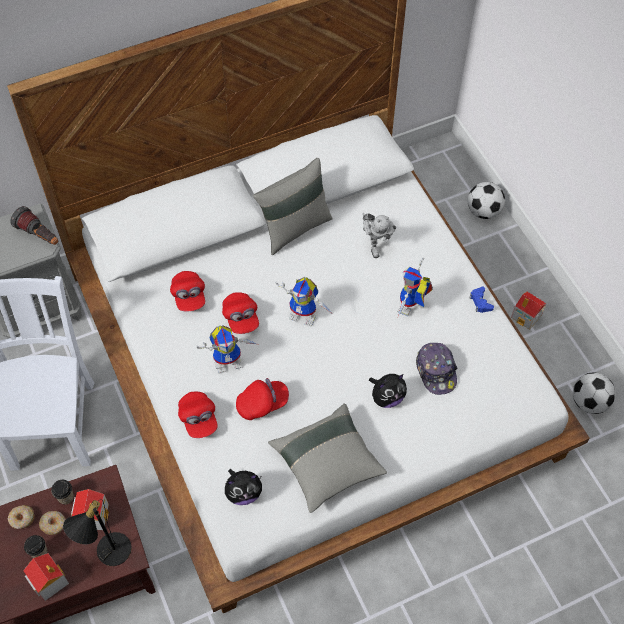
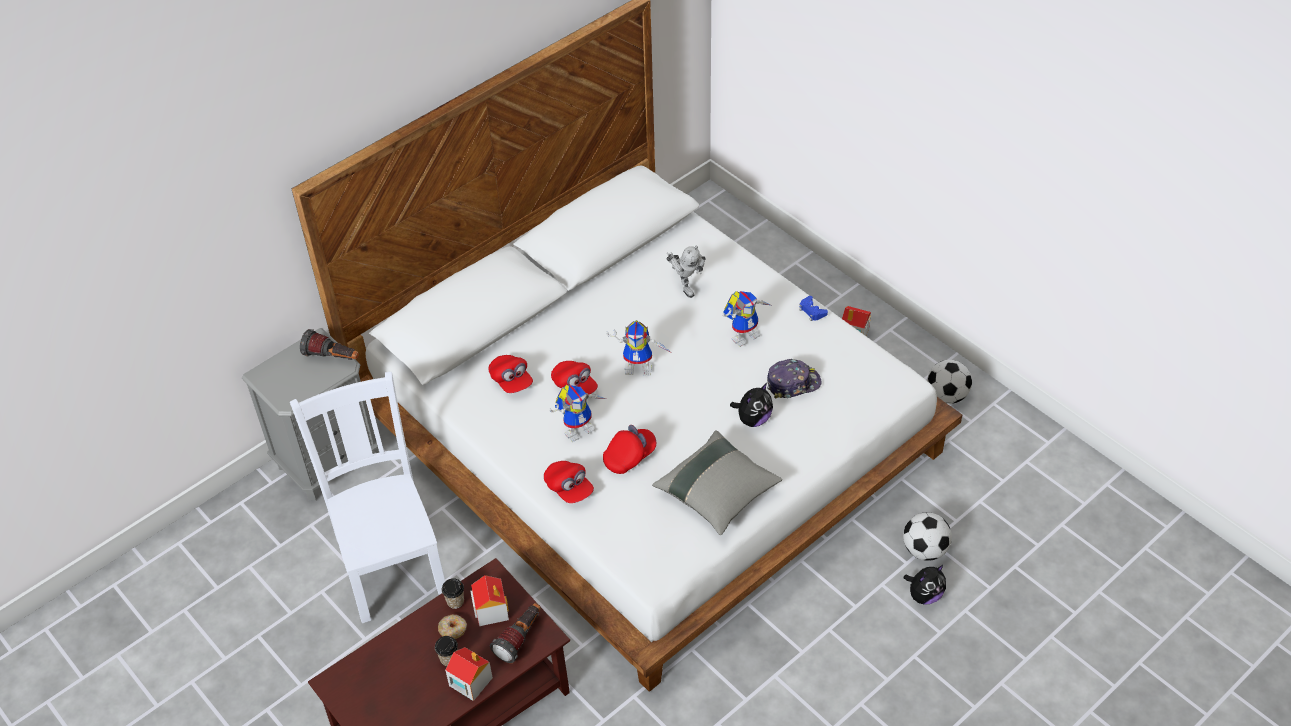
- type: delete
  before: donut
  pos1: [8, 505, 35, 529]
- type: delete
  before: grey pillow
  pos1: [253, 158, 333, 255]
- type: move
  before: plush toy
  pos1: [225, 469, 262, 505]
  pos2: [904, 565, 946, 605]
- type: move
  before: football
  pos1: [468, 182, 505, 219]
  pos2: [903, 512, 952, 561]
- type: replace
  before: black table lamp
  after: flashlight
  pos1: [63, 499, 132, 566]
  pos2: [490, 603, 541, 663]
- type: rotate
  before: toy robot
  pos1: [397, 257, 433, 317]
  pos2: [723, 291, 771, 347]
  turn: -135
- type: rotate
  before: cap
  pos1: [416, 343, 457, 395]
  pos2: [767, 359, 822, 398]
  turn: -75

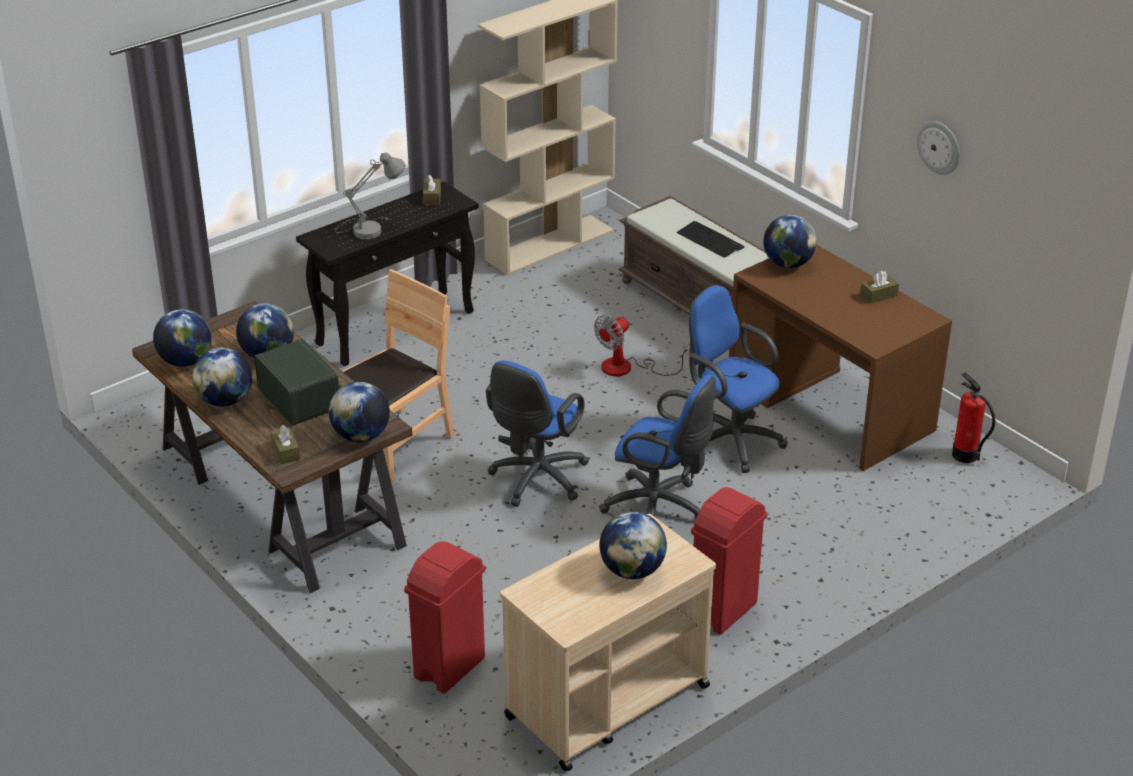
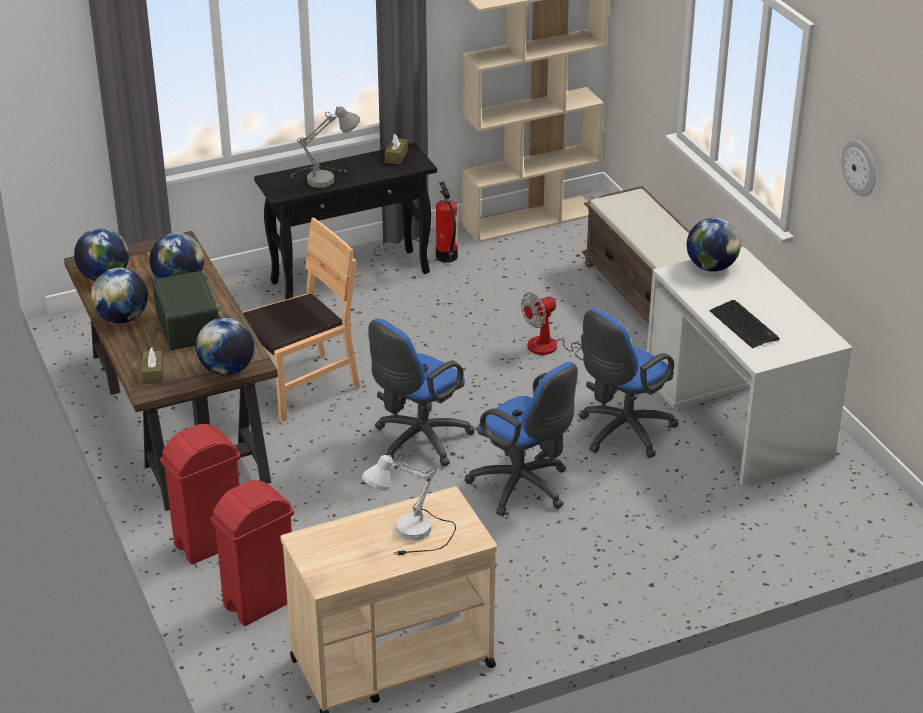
- type: delete
  before: brown tissue box
  pos1: [861, 271, 899, 304]
- type: move
  before: keyboard
  pos1: [677, 221, 745, 258]
  pos2: [709, 300, 780, 348]
- type: move
  before: red trash can
  pos1: [691, 487, 768, 634]
  pos2: [160, 424, 241, 564]
- type: move
  before: fire extinguisher
  pos1: [952, 373, 995, 463]
  pos2: [436, 182, 458, 263]
- type: replace
  before: globe
  after: white table lamp
  pos1: [599, 512, 667, 579]
  pos2: [362, 453, 456, 556]
- type: recolor
  before: brown desk
  after: white desk
  pos1: [729, 245, 952, 471]
  pos2: [647, 247, 852, 486]
- type: rotate
  before: blue office chair
  pos1: [689, 285, 787, 473]
  pos2: [579, 309, 679, 458]
  turn: -105

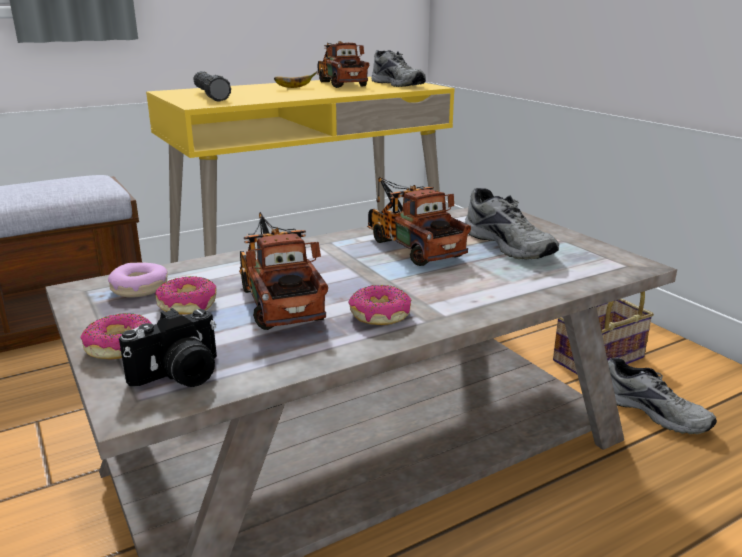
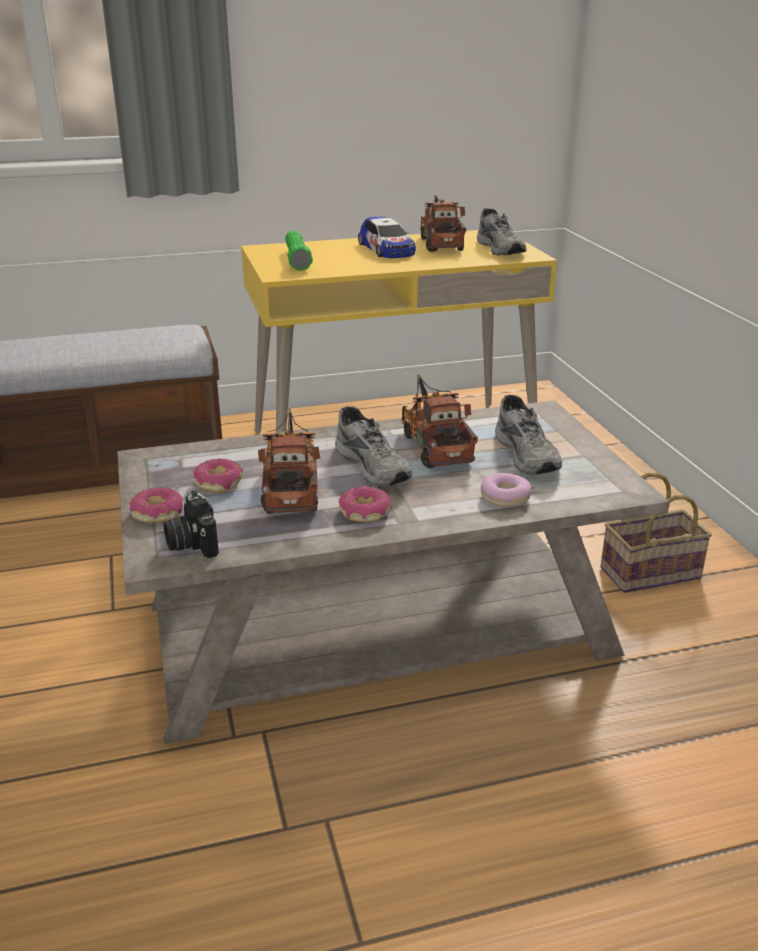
- type: move
  before: donut
  pos1: [108, 263, 168, 298]
  pos2: [481, 473, 532, 507]
- type: move
  before: grey shoe
  pos1: [608, 357, 717, 434]
  pos2: [335, 406, 412, 487]
- type: replace
  before: banana
  after: toy car
  pos1: [274, 72, 317, 88]
  pos2: [358, 216, 416, 258]
- type: recolor
  before: black flashlight
  after: green flashlight
  pos1: [193, 71, 231, 102]
  pos2: [285, 230, 313, 271]
- type: rotate
  before: photo camera
  pos1: [119, 308, 217, 387]
  pos2: [164, 490, 219, 558]
  turn: 90

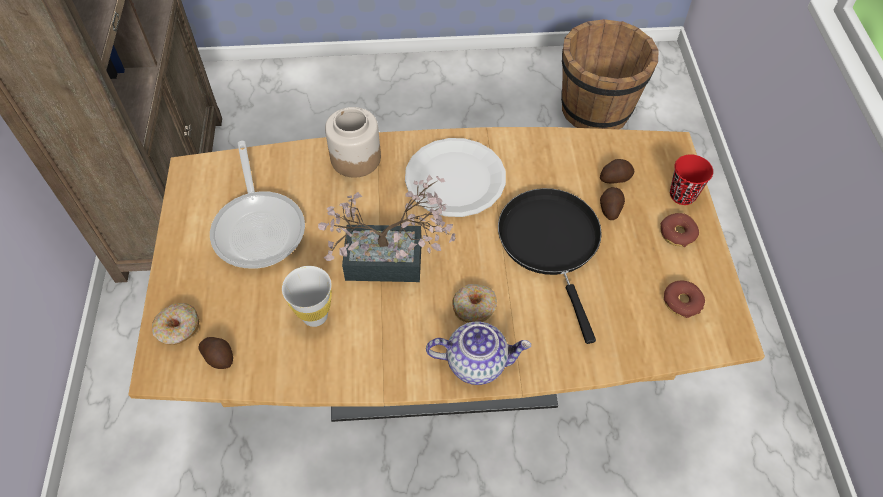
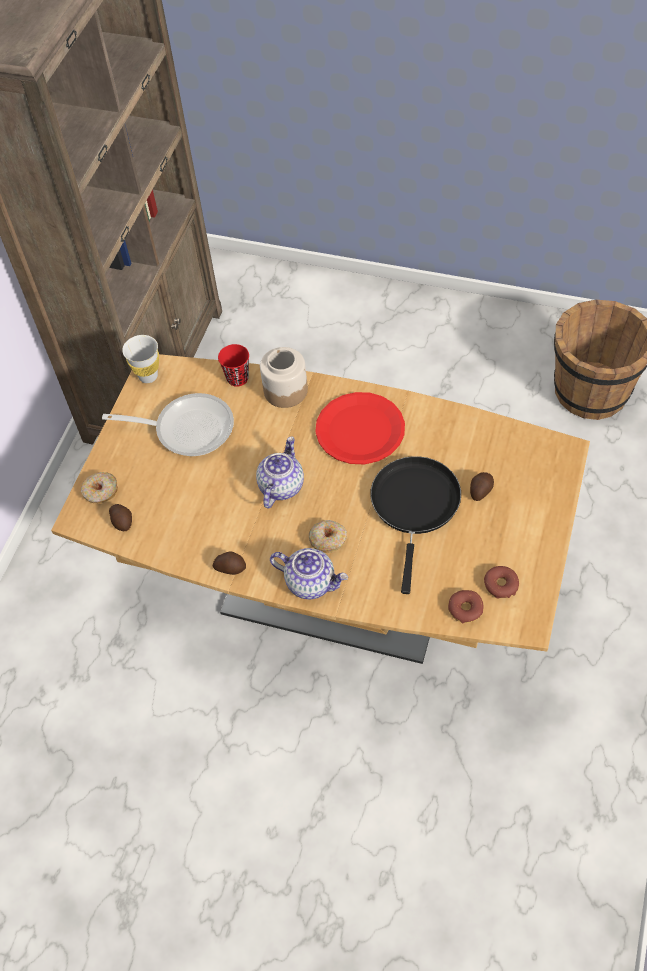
- type: move
  before: white cup
  pos1: [282, 266, 332, 327]
  pos2: [122, 335, 159, 383]
- type: move
  before: potato
  pos1: [600, 159, 634, 183]
  pos2: [213, 552, 246, 575]
- type: move
  before: donut
  pos1: [660, 213, 699, 247]
  pos2: [448, 590, 484, 624]
- type: move
  before: red cup
  pos1: [670, 154, 713, 205]
  pos2: [218, 344, 249, 387]
- type: replace
  before: potted plant
  after: teapot
  pos1: [318, 174, 455, 282]
  pos2: [256, 436, 304, 508]
- type: recolor
  before: white plate
  after: red plate
  pos1: [405, 138, 506, 217]
  pos2: [315, 392, 405, 464]
- type: rotate
  before: frying pan
  pos1: [210, 141, 305, 269]
  pos2: [102, 393, 234, 456]
  turn: -90

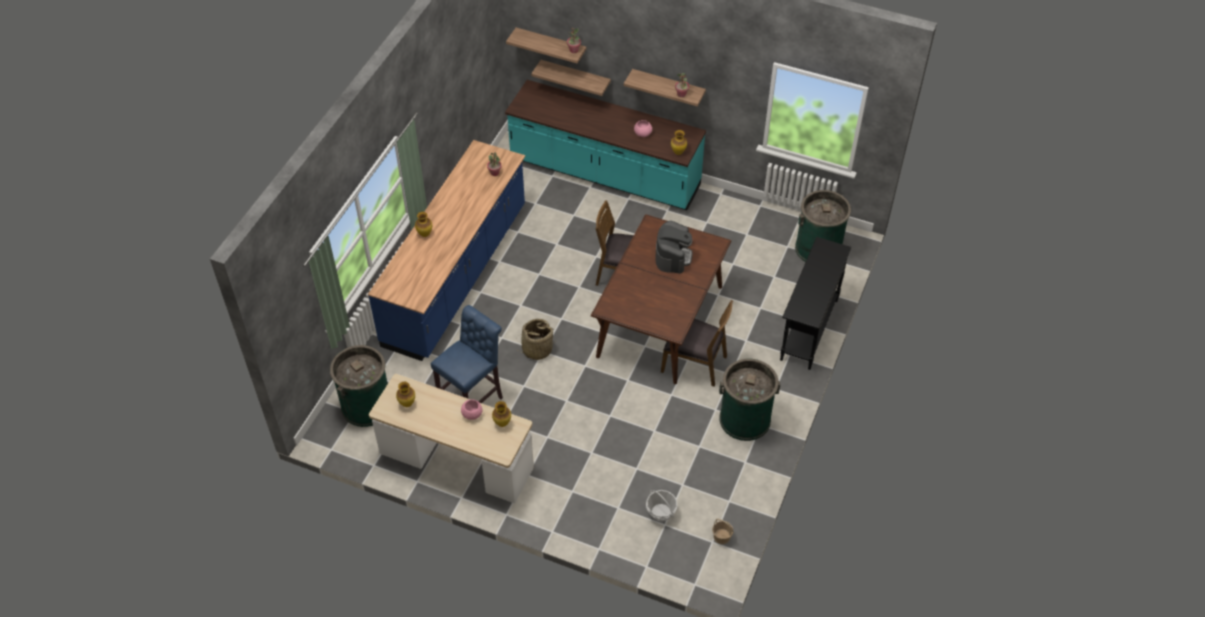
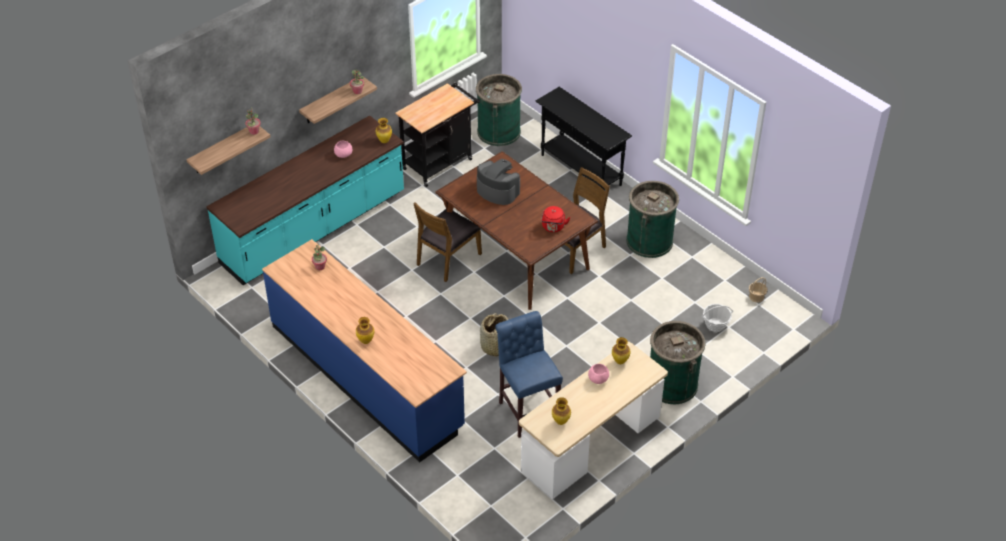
- type: delete
  before: shelf
  pos1: [531, 60, 611, 96]
- type: insert
  after: black cart
  pos2: [395, 83, 480, 187]
- type: insert
  after: red kettle
  pos2: [541, 206, 570, 232]
- type: move
  before: green trash can
  pos1: [330, 345, 388, 427]
  pos2: [650, 321, 705, 404]

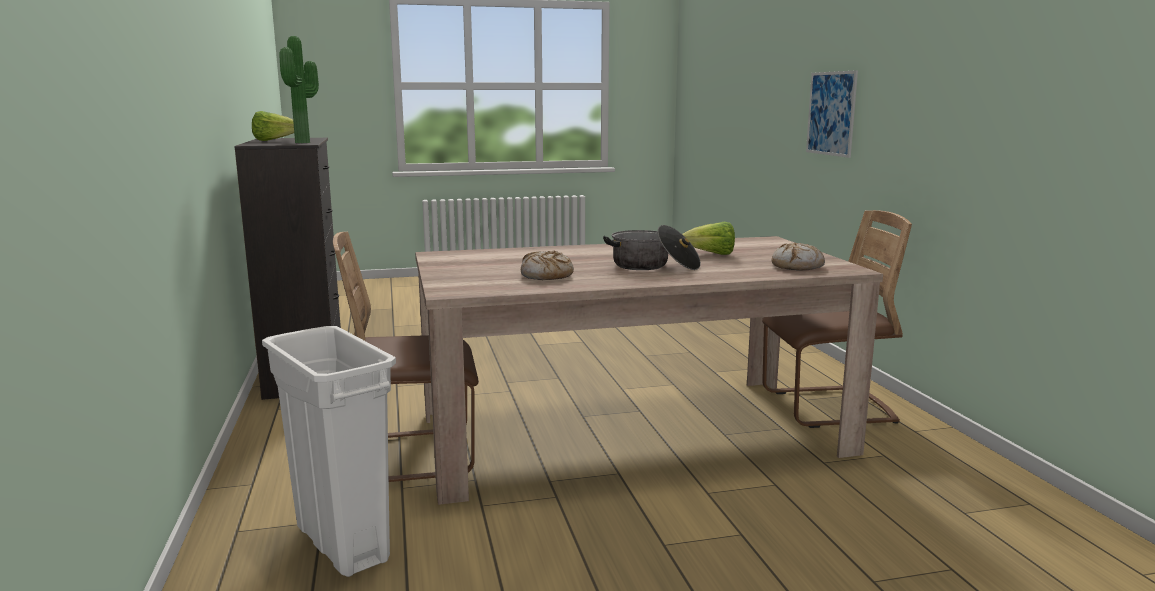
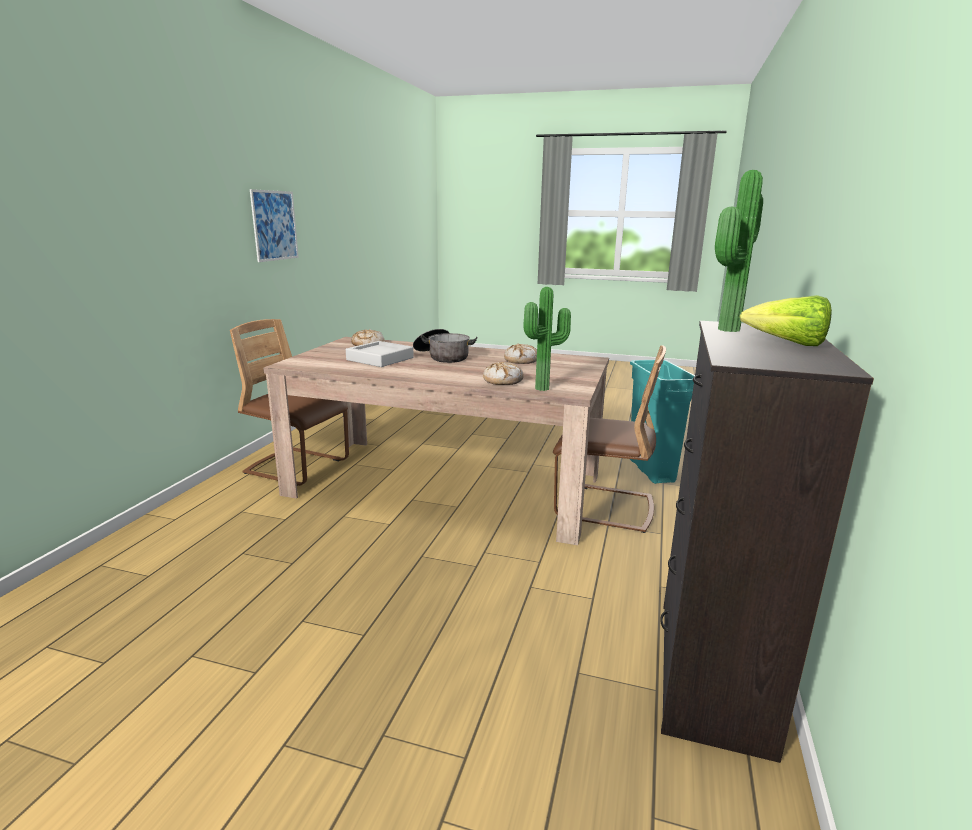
- type: insert
  after: bread
  pos2: [483, 362, 524, 385]
- type: insert
  after: potted plant
  pos2: [523, 287, 571, 391]
- type: move
  before: picture
  pos1: [806, 70, 858, 158]
  pos2: [250, 189, 299, 262]
- type: replace
  before: lettuce
  after: grey tray
  pos1: [682, 222, 735, 255]
  pos2: [346, 341, 414, 367]
- type: recolor
  before: white trash can
  after: turquoise trash can
  pos1: [262, 326, 396, 577]
  pos2: [630, 360, 695, 484]

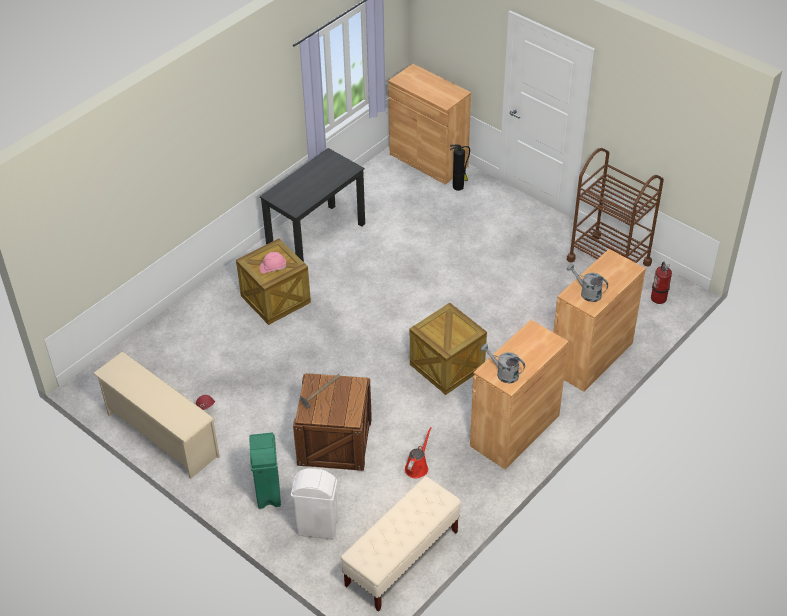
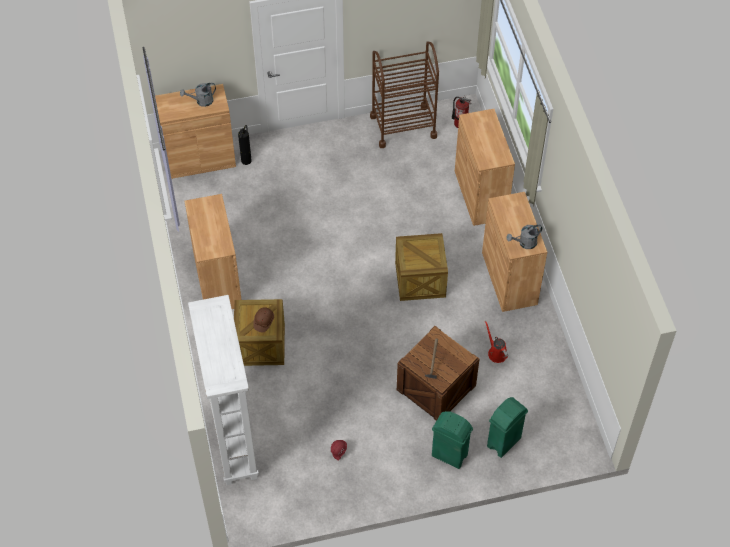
- type: delete
  before: beige shoe rack
  pos1: [93, 351, 220, 479]
- type: delete
  before: beige bench
  pos1: [341, 476, 461, 612]
- type: insert
  after: white bookcase
  pos2: [188, 295, 259, 485]
- type: move
  before: grey watering can
  pos1: [567, 263, 608, 302]
  pos2: [180, 83, 216, 107]
- type: replace
  before: black desk
  after: brown cabinet
  pos1: [260, 148, 365, 262]
  pos2: [185, 194, 242, 309]
- type: recolor
  before: pink hard hat
  after: brown hard hat
  pos1: [260, 252, 286, 274]
  pos2: [253, 307, 274, 332]
- type: recolor
  before: white trash can
  after: green trash can
  pos1: [291, 468, 338, 539]
  pos2: [487, 397, 528, 458]

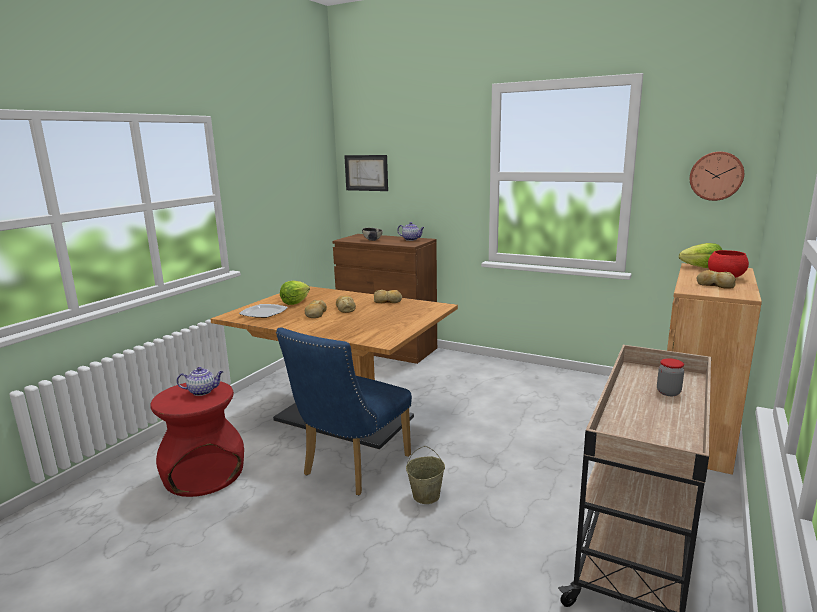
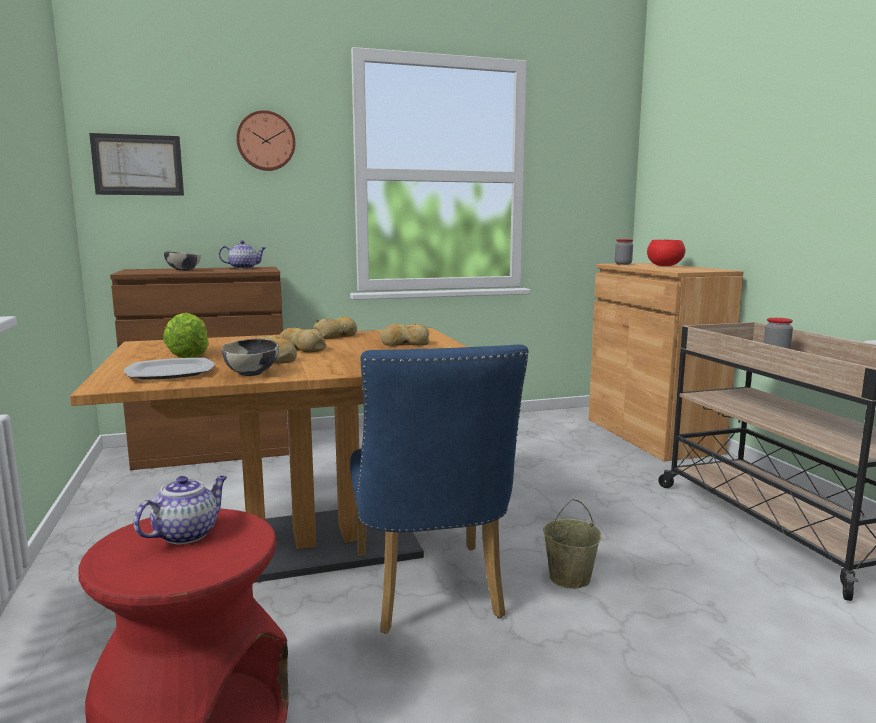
- type: insert
  after: bowl
  pos2: [222, 338, 279, 376]
- type: move
  before: wall clock
  pos1: [690, 151, 744, 201]
  pos2: [236, 110, 296, 171]
- type: move
  before: bread
  pos1: [697, 270, 736, 289]
  pos2: [380, 323, 429, 346]
- type: replace
  before: lettuce
  after: jar
  pos1: [679, 243, 722, 268]
  pos2: [615, 239, 633, 265]

